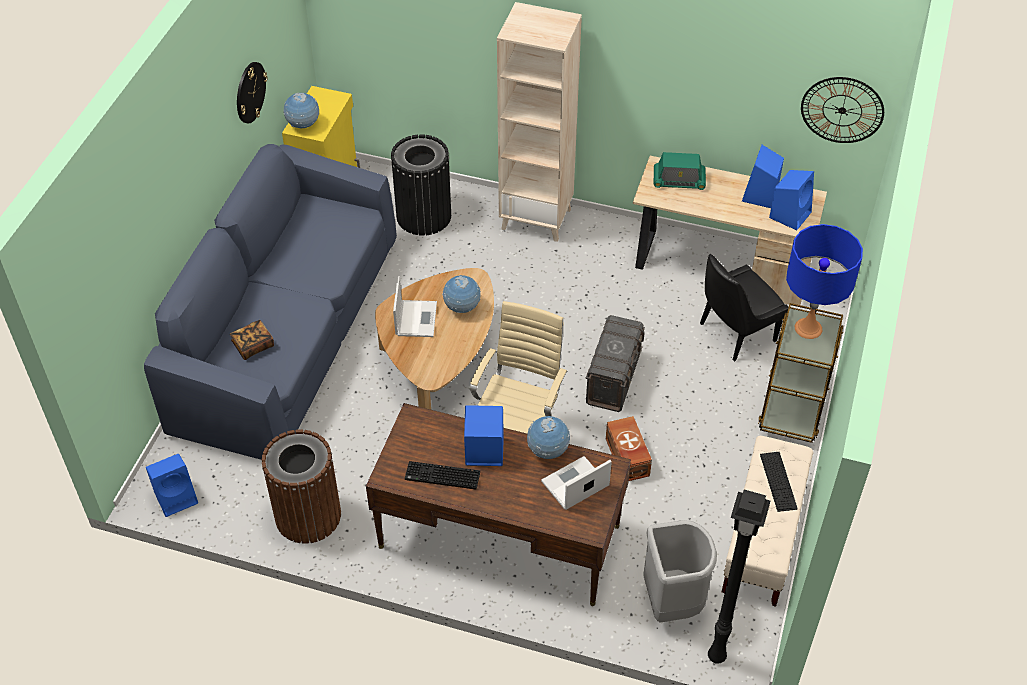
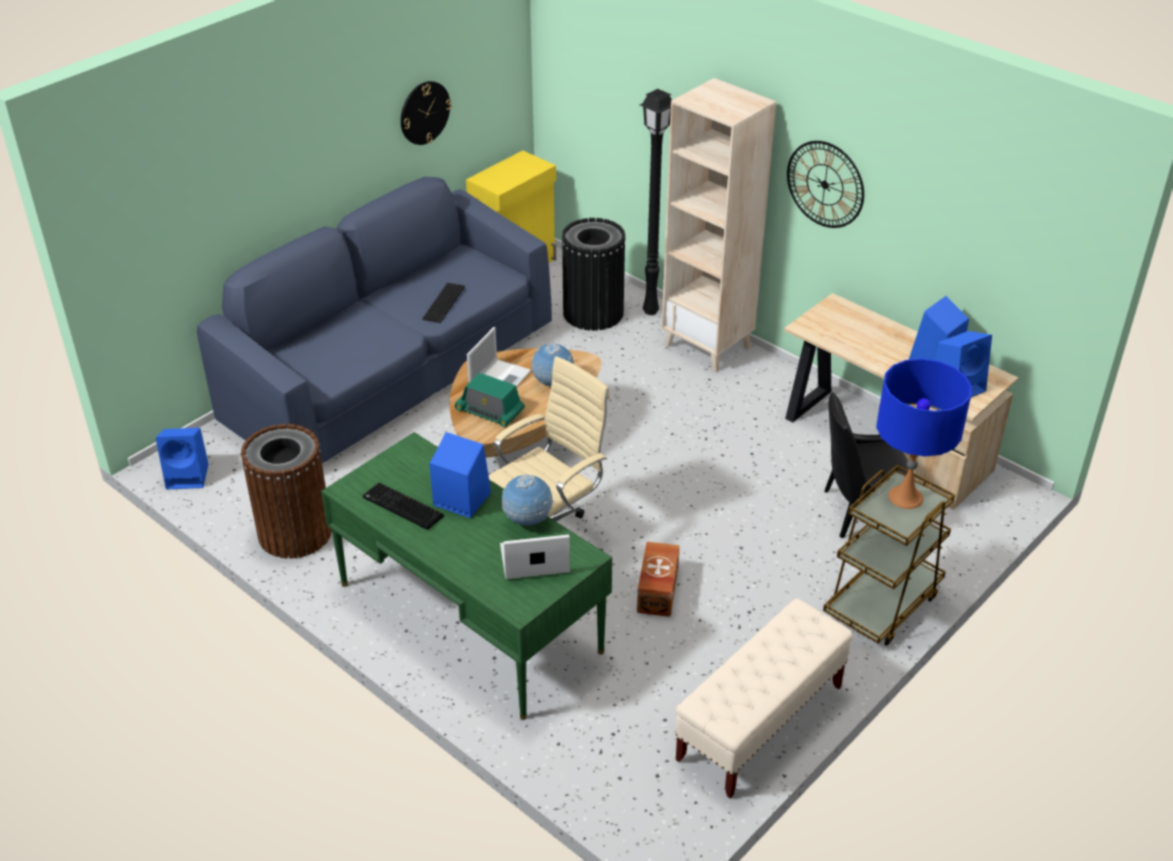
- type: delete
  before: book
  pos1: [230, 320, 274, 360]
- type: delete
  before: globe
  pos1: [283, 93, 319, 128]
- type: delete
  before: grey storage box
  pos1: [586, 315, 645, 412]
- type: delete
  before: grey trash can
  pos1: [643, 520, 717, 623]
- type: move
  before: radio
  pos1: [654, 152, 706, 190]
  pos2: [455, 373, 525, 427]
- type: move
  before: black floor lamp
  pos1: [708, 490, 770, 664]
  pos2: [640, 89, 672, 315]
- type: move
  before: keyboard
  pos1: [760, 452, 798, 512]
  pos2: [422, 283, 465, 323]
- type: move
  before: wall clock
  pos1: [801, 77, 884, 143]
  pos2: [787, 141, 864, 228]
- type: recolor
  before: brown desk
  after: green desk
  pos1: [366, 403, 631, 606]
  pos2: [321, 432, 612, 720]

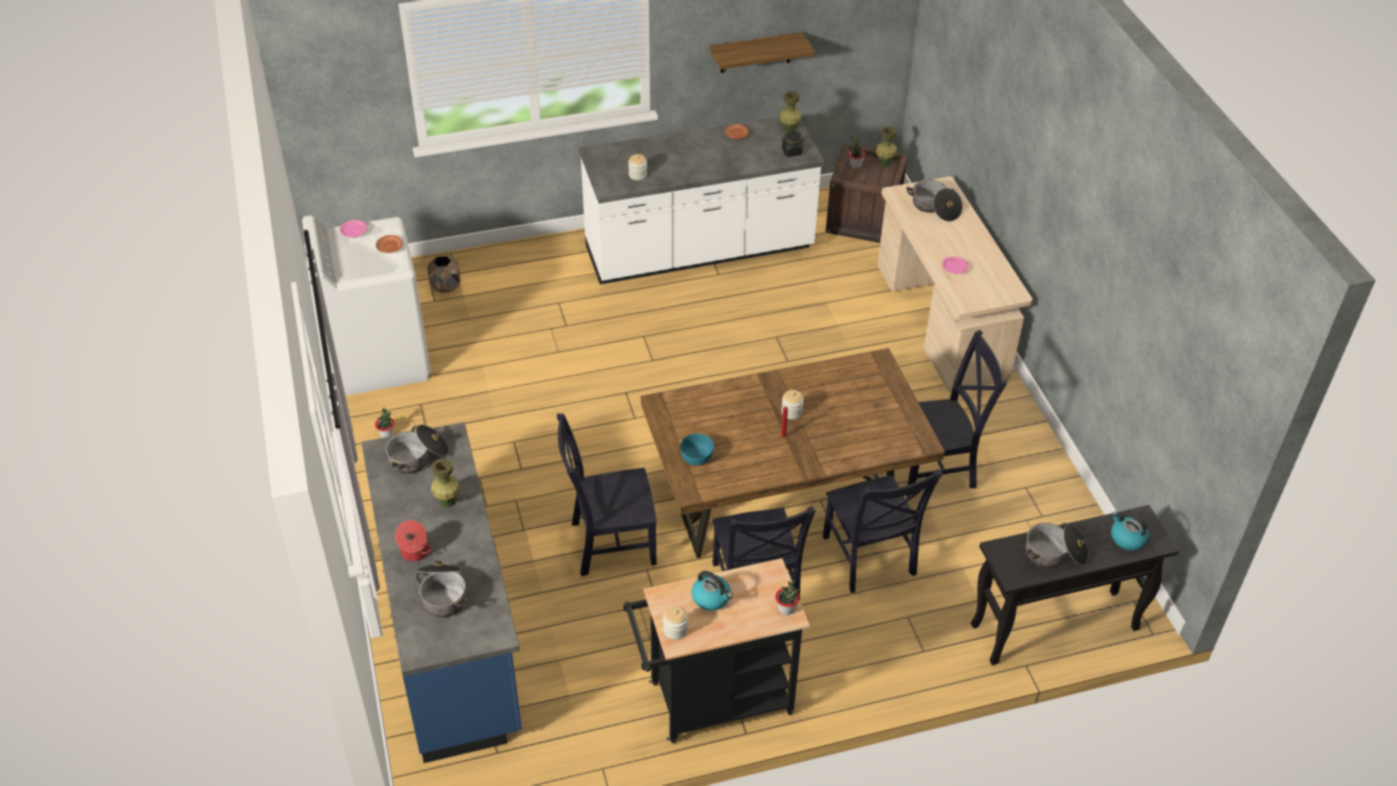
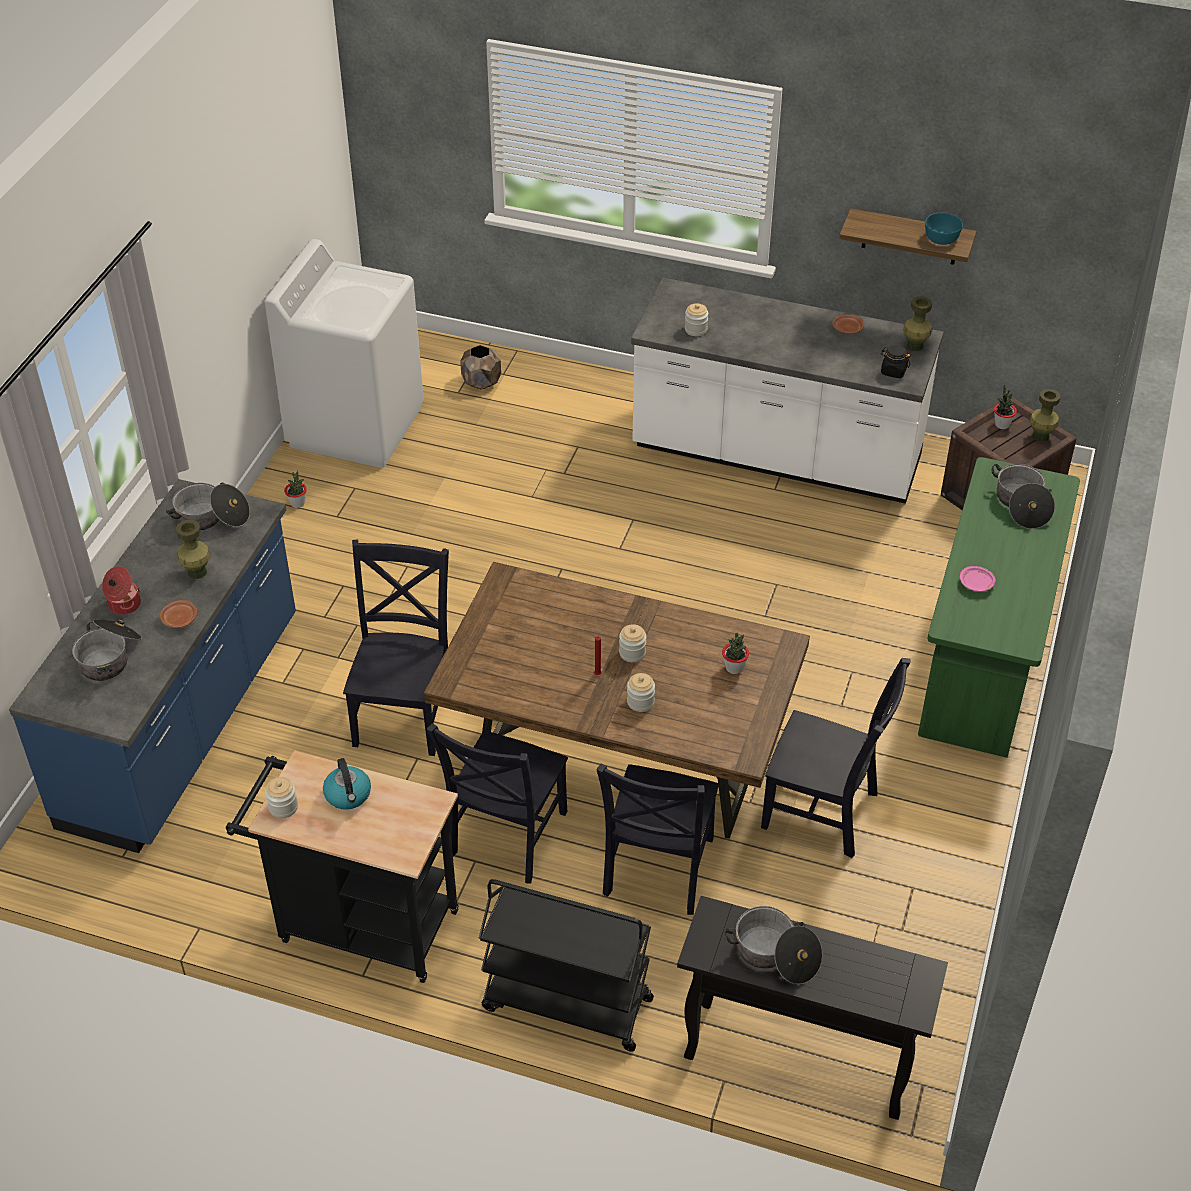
- type: delete
  before: pink plate
  pos1: [340, 220, 367, 238]
- type: delete
  before: kettle
  pos1: [1111, 511, 1149, 550]
- type: insert
  after: black cart
  pos2: [479, 879, 654, 1052]
- type: insert
  after: jar
  pos2: [627, 673, 655, 712]
- type: move
  before: brown plate
  pos1: [376, 235, 403, 253]
  pos2: [160, 600, 197, 628]
- type: move
  before: turquoise bowl
  pos1: [680, 434, 714, 466]
  pos2: [925, 213, 963, 245]
- type: move
  before: potted plant
  pos1: [775, 580, 800, 615]
  pos2: [722, 633, 749, 674]
- type: recolor
  before: beige desk
  after: green desk
  pos1: [877, 177, 1032, 392]
  pos2: [918, 457, 1080, 758]
- type: rotate
  before: black chair
  pos1: [557, 413, 657, 576]
  pos2: [343, 539, 449, 756]
  turn: 75

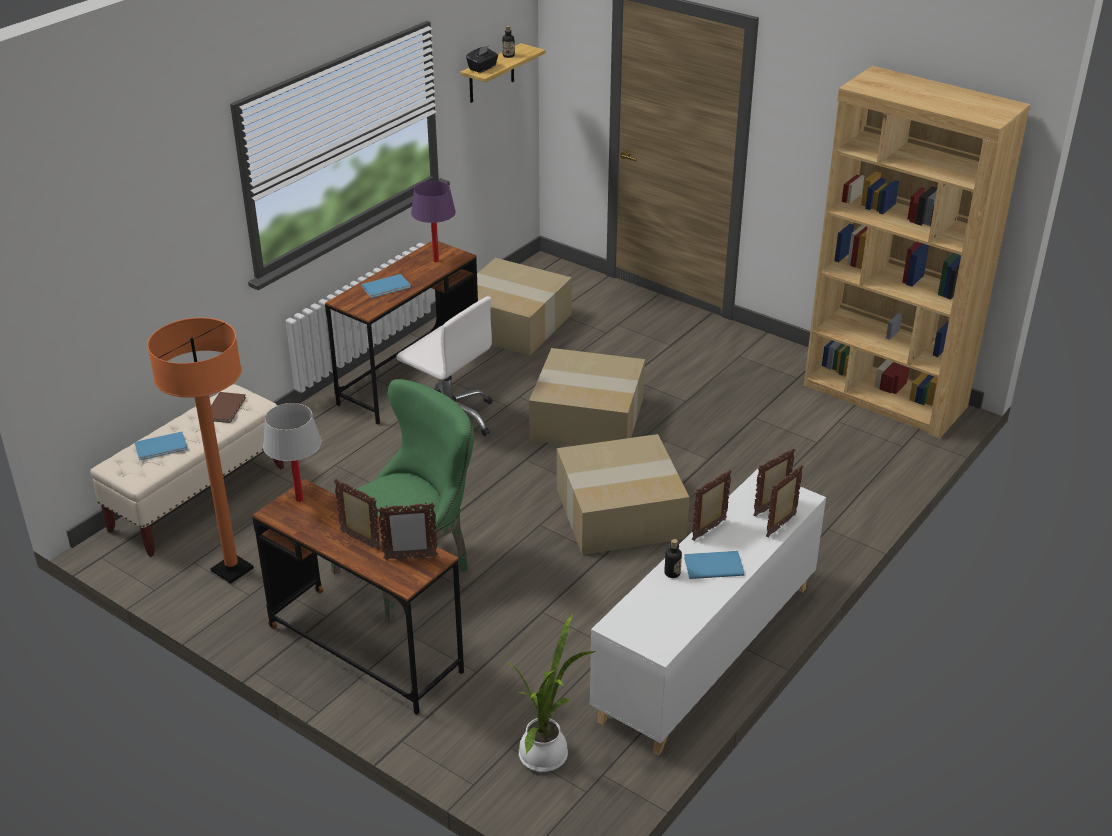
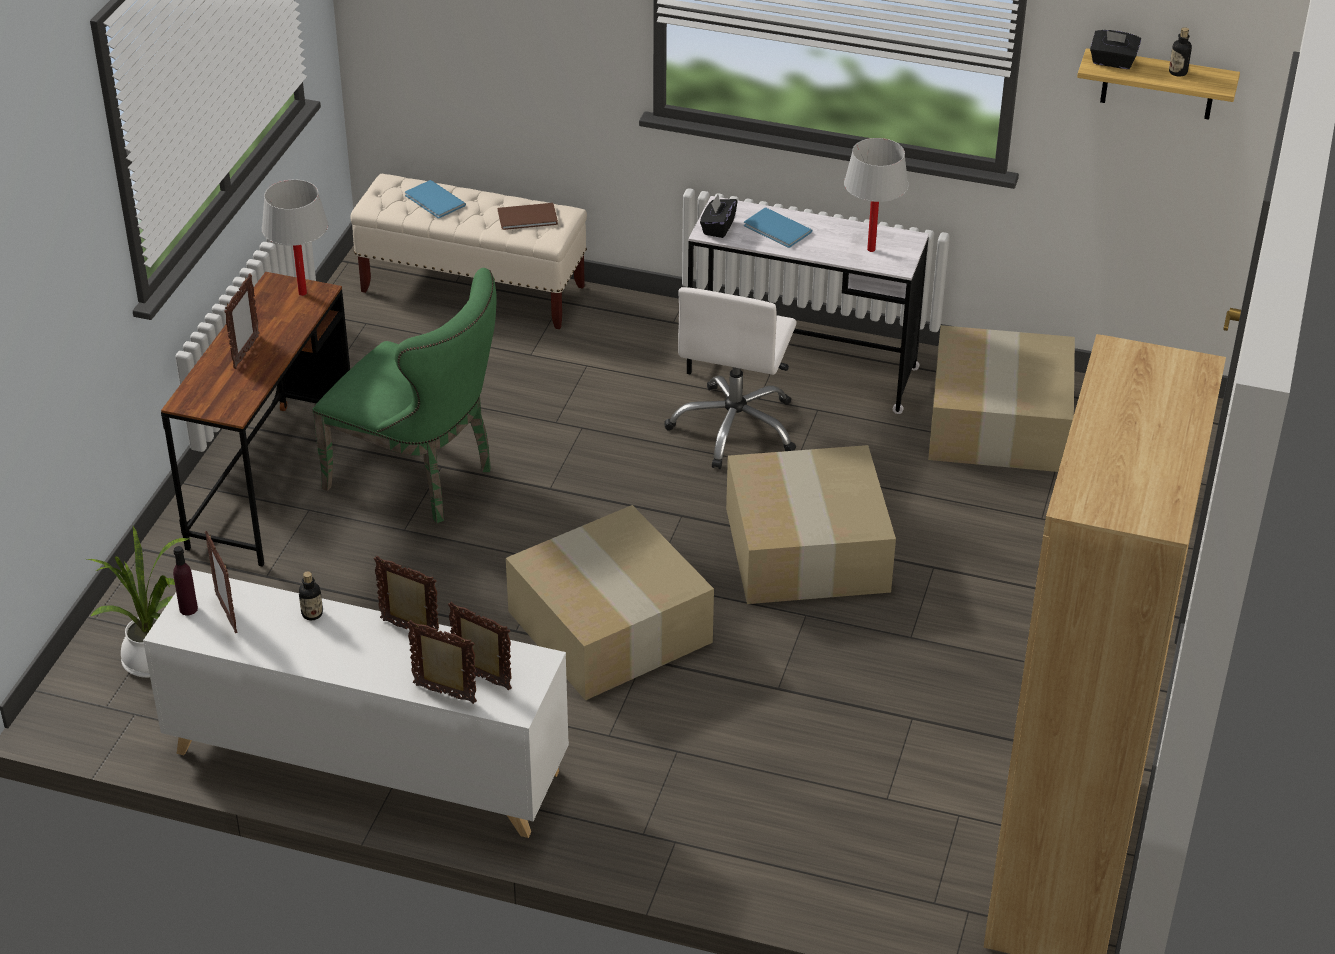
- type: delete
  before: orange floor lamp
  pos1: [147, 317, 254, 584]
- type: delete
  before: blue book
  pos1: [684, 551, 745, 579]
- type: insert
  after: purple bottle
  pos2: [173, 546, 198, 615]
- type: insert
  after: black tissue box
  pos2: [700, 194, 738, 238]
- type: move
  before: picture frame
  pos1: [378, 502, 438, 560]
  pos2: [205, 531, 238, 633]
- type: recolor
  before: brown desk
  after: white desk
  pos1: [325, 241, 478, 424]
  pos2: [687, 196, 929, 414]
- type: recolor
  before: purple table lamp
  after: white table lamp
  pos1: [411, 181, 456, 262]
  pos2: [844, 138, 909, 252]

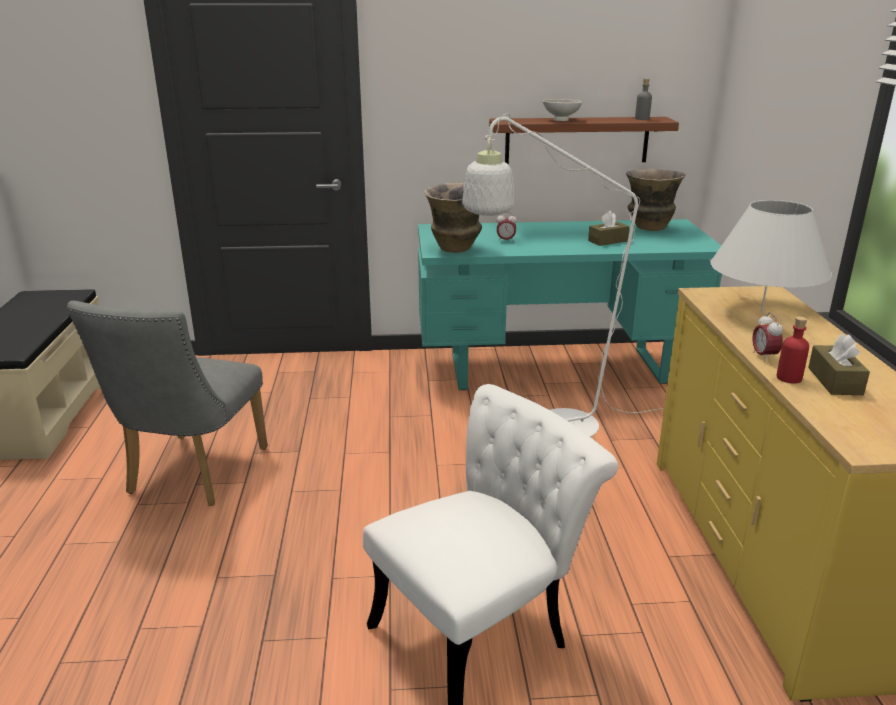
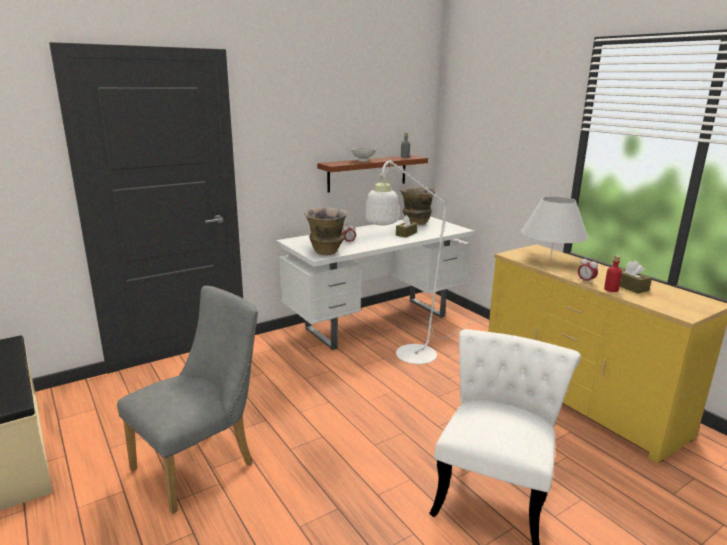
- type: recolor
  before: turquoise desk
  after: white desk
  pos1: [418, 219, 722, 390]
  pos2: [276, 217, 474, 350]
- type: rotate
  before: grey chair
  pos1: [67, 301, 268, 506]
  pos2: [117, 286, 258, 514]
  turn: -120

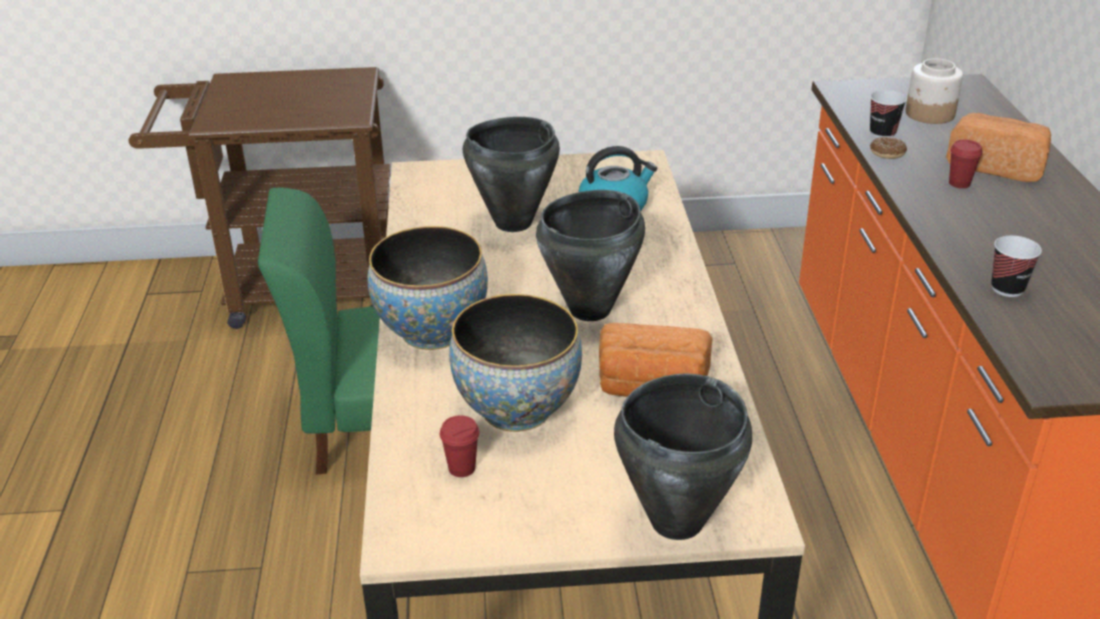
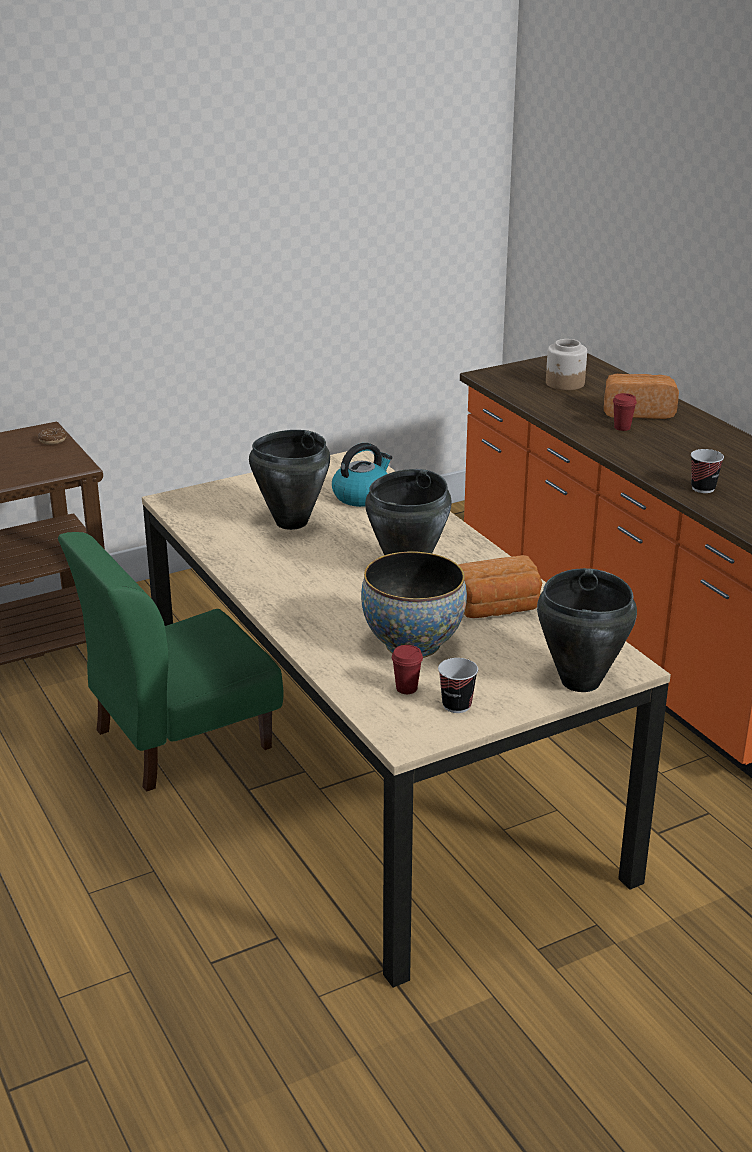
- type: delete
  before: bowl
  pos1: [367, 226, 488, 350]
- type: move
  before: cup
  pos1: [870, 90, 907, 138]
  pos2: [438, 658, 478, 713]
- type: move
  before: donut
  pos1: [870, 137, 907, 159]
  pos2: [38, 428, 67, 445]

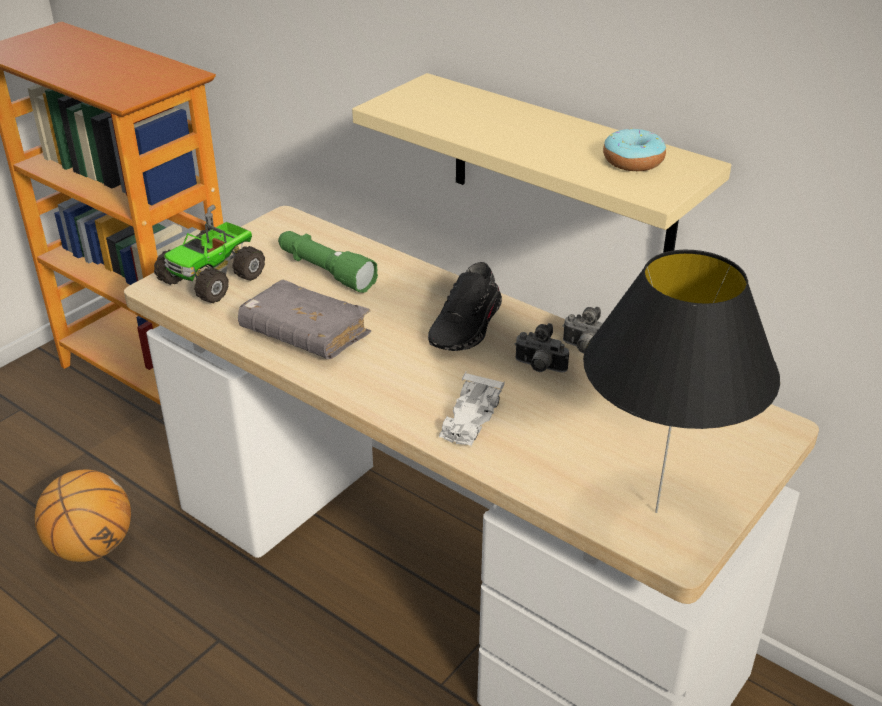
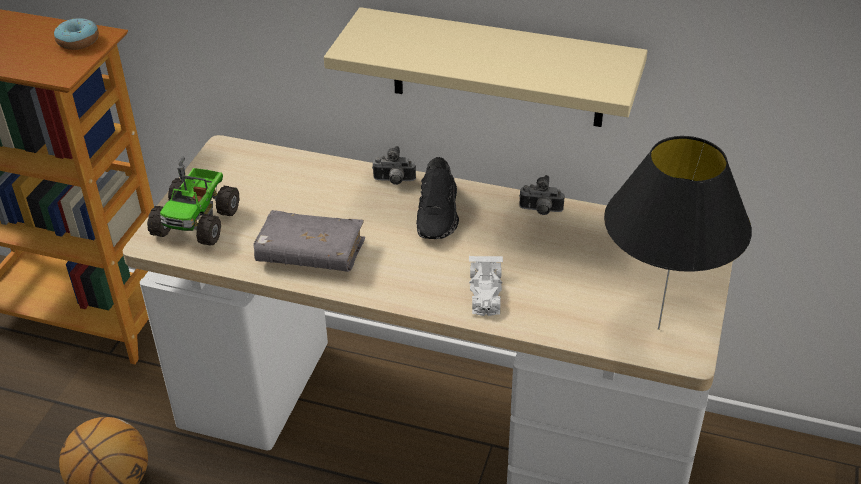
- type: delete
  before: green flashlight
  pos1: [278, 231, 378, 293]
- type: move
  before: photo camera
  pos1: [515, 323, 569, 372]
  pos2: [372, 146, 416, 185]
- type: move
  before: donut
  pos1: [603, 128, 666, 171]
  pos2: [54, 18, 99, 50]

